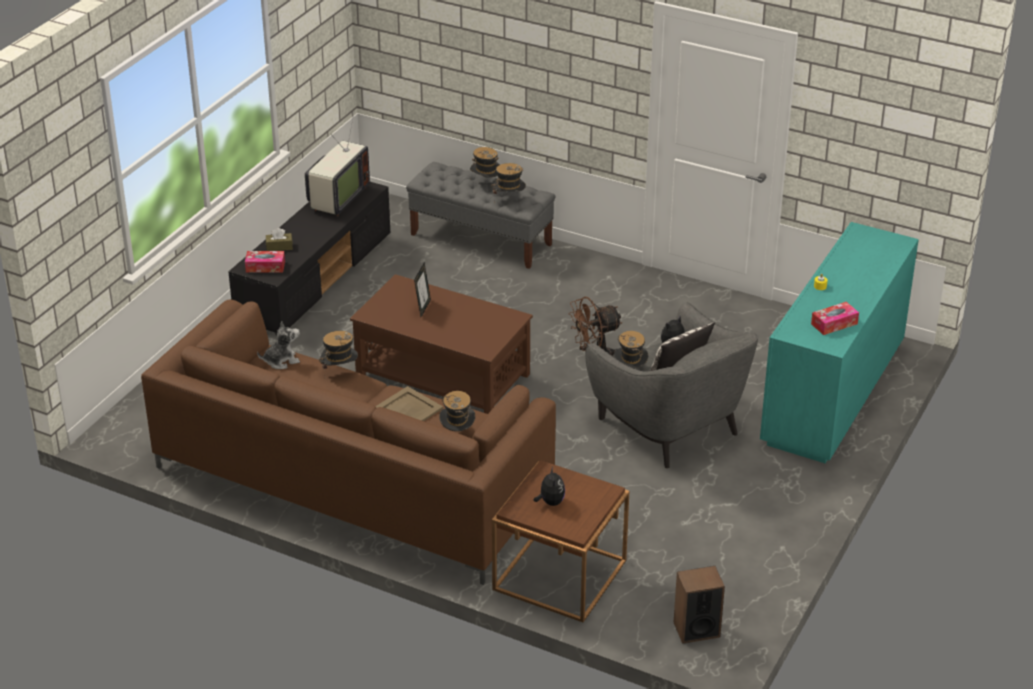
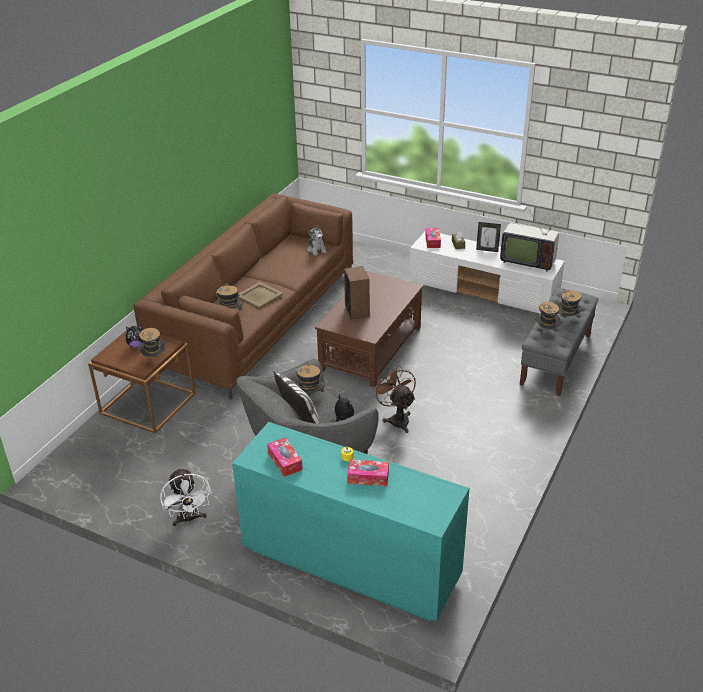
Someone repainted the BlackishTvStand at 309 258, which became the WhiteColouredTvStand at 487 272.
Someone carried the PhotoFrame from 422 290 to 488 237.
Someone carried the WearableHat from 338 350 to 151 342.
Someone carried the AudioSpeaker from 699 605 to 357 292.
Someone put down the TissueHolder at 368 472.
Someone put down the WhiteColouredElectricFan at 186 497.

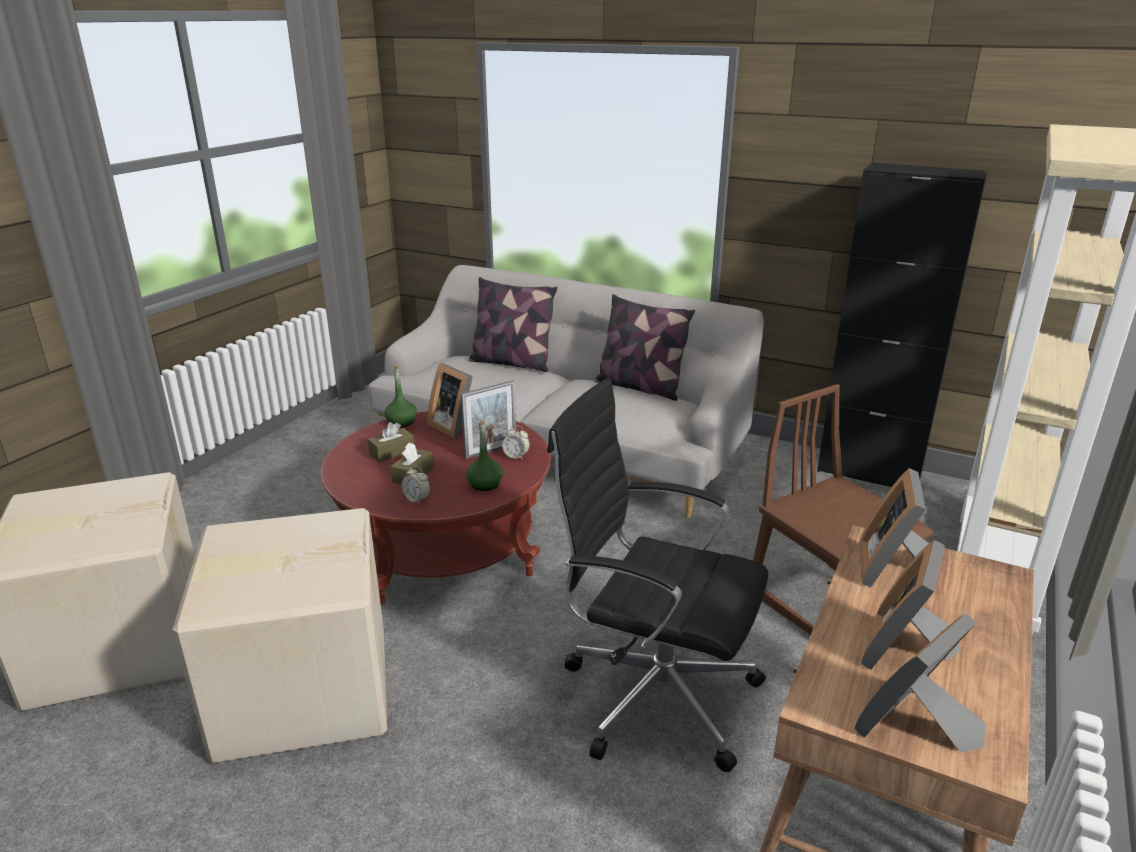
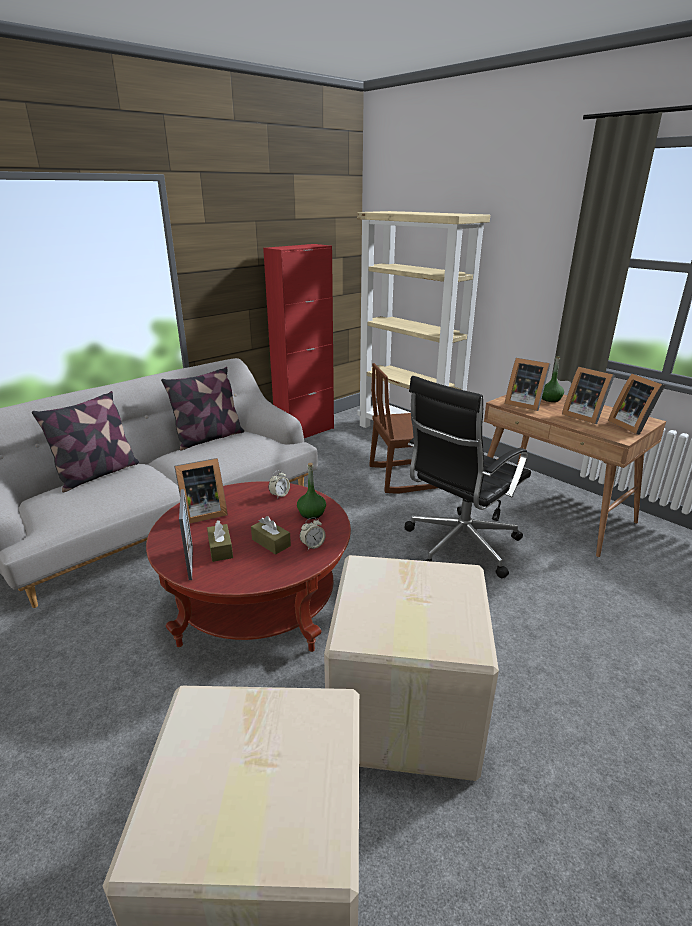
Someone repainted the BlackishStorageCabinet at 902 325, which became the ReddishStorageCabinet at 298 341.
Someone carried the GreenishDrinkBottle from 400 396 to 553 379.
Someone carried the PhotoFrame from 488 419 to 186 534.

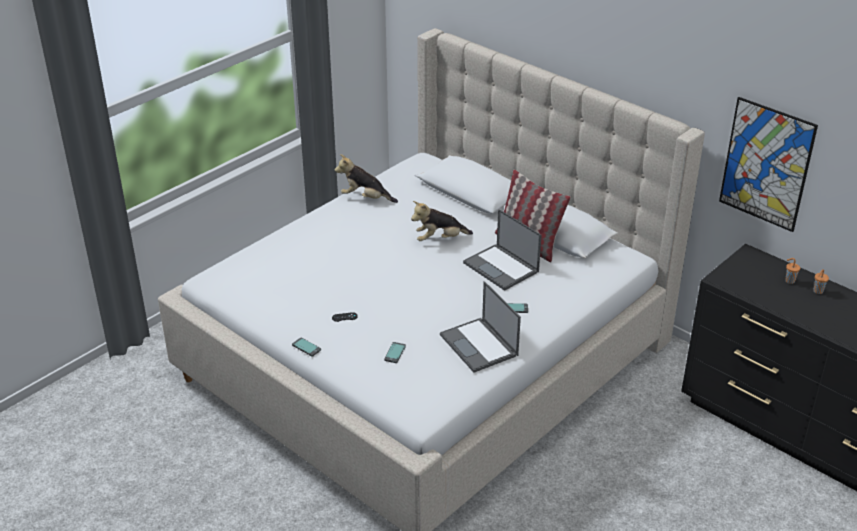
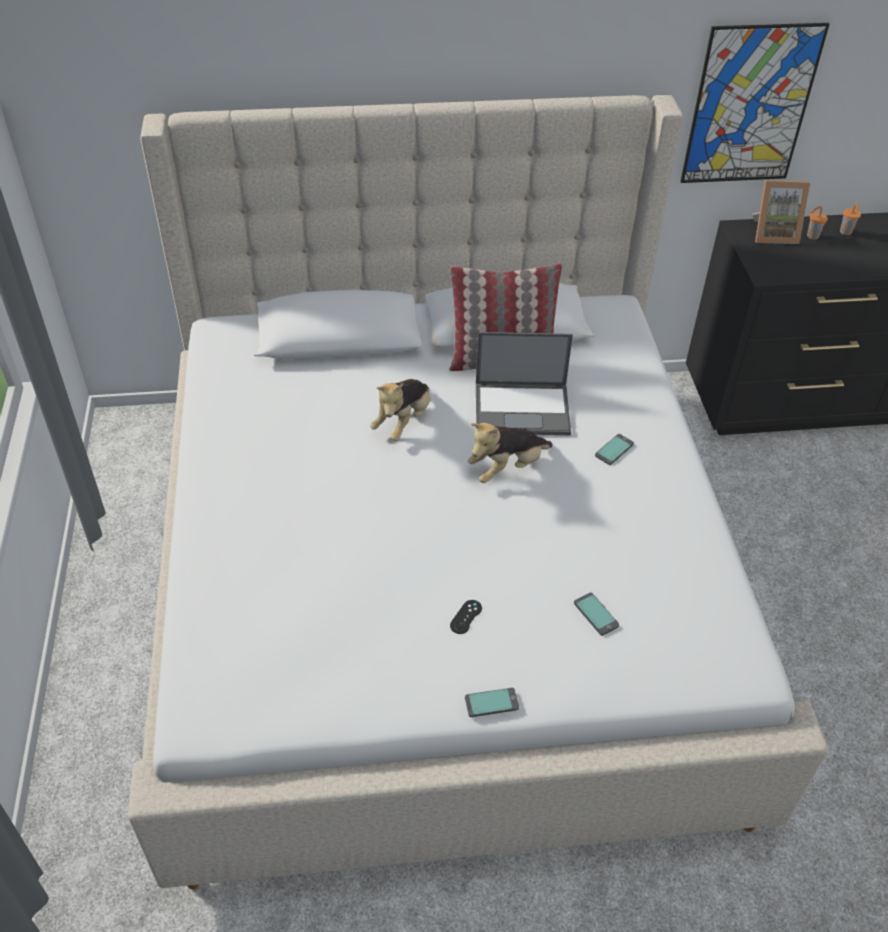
Someone carried the SoftToy from 366 178 to 510 453.
Someone took away the NotebookComputer at 480 327.
Someone put down the PhotoFrame at 781 212.

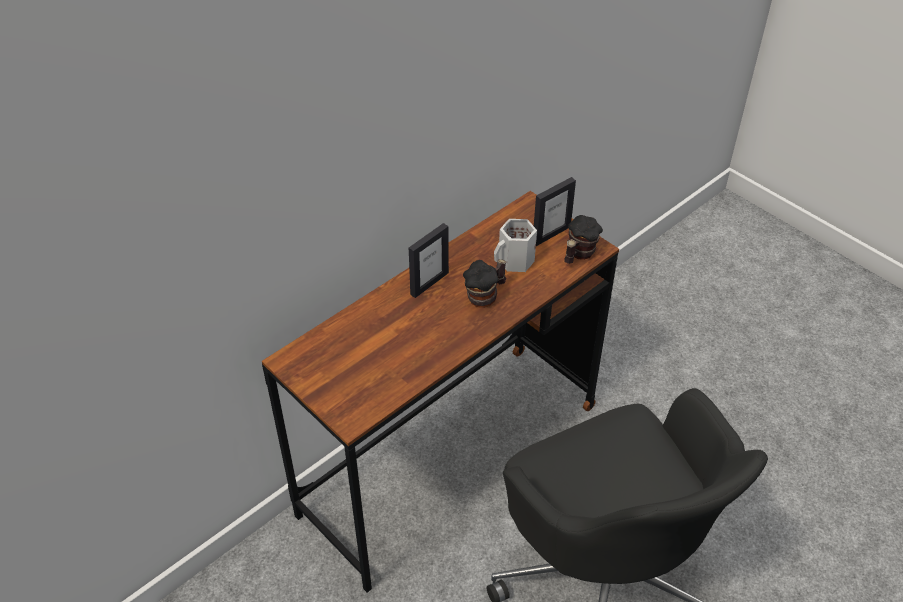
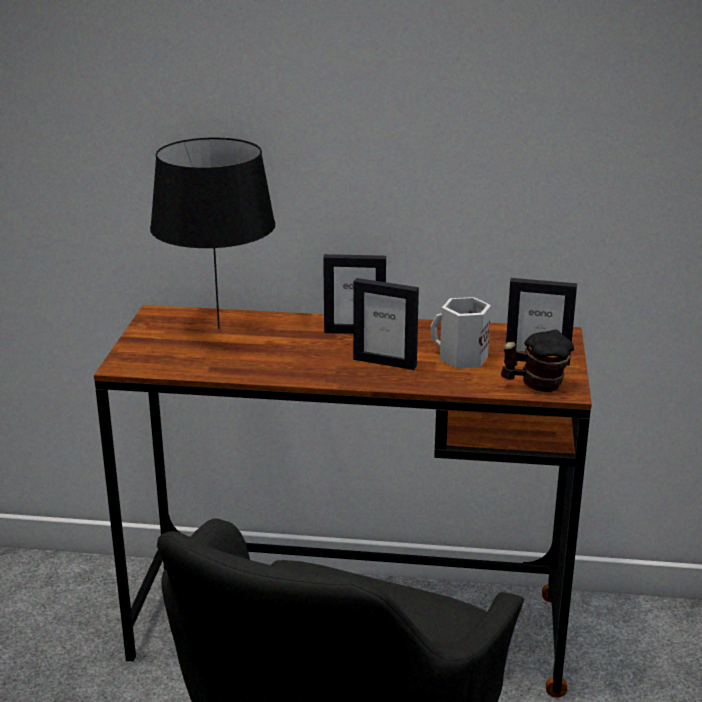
Someone swapped the Mug at 484 283 for the PhotoFrame at 386 324.
Someone put down the BlackishLampForATable at 213 233.

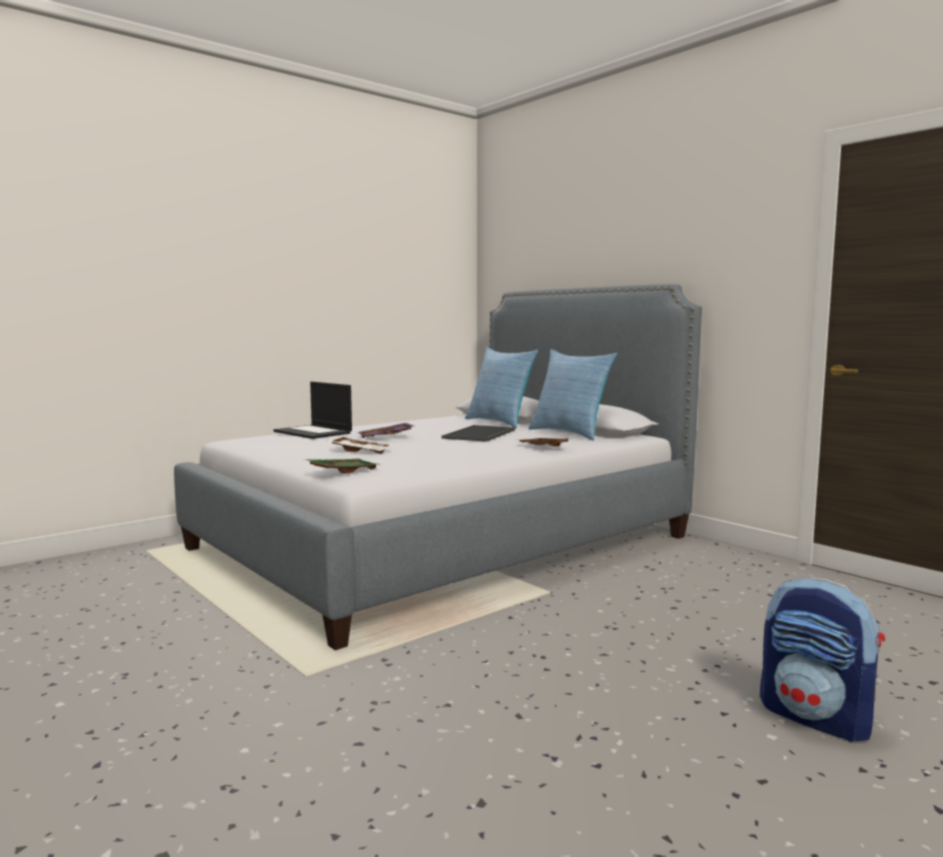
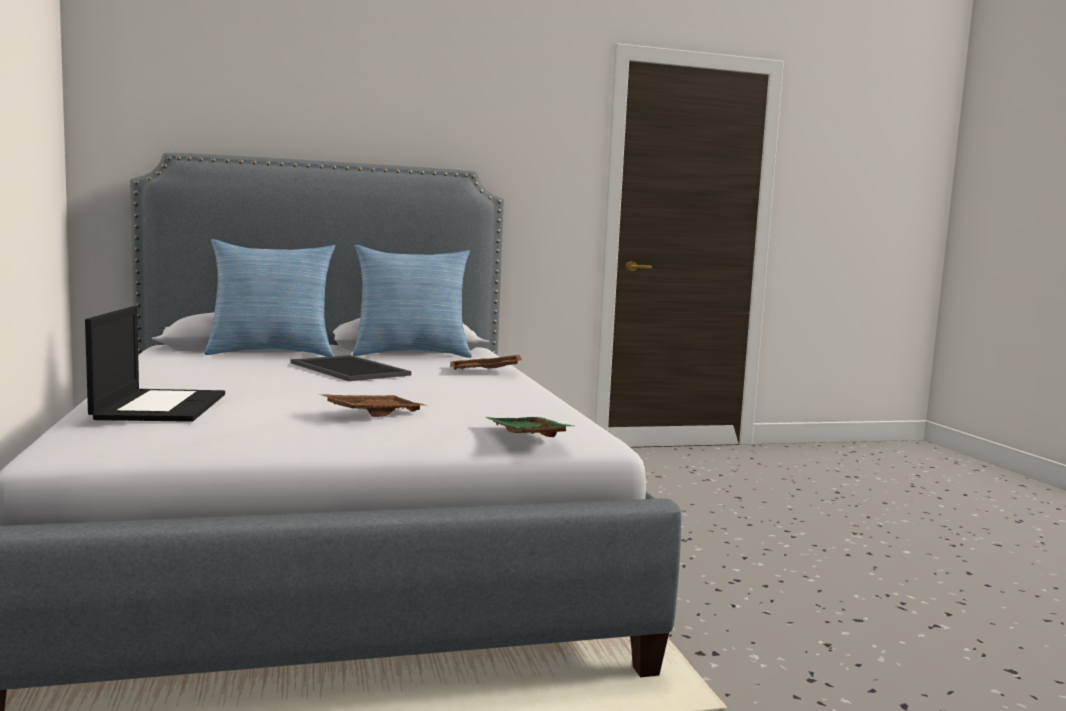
Someone rotated the NotebookComputer at 313 410 by 75 degrees counterclockwise.
Someone took away the PurpleCarryingTray at 385 430.
Someone repainted the WhiteColouredCarryingTray at 360 444, which became the BrownColouredCarryingTray at 373 405.
Someone took away the Rucksack at 822 660.

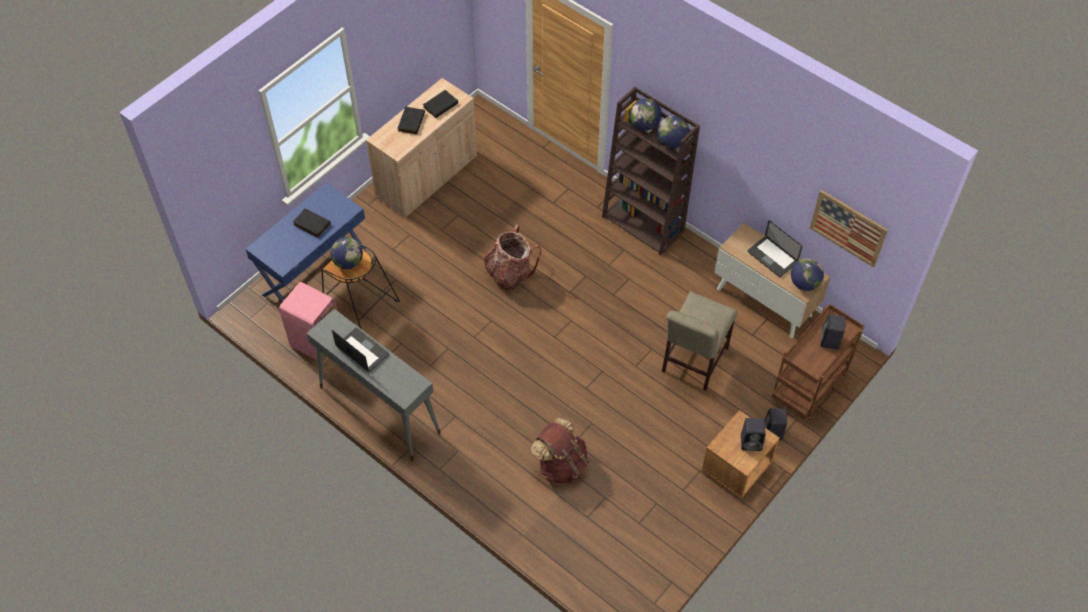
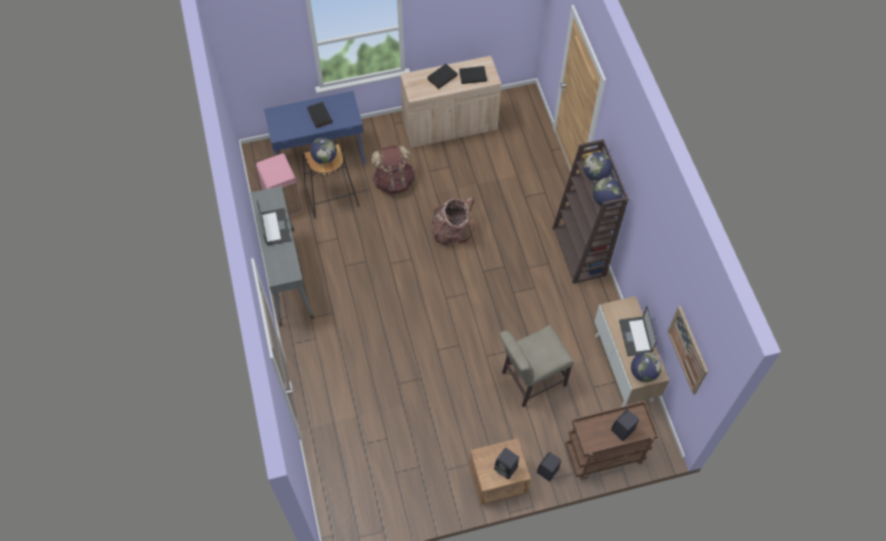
Someone carried the BrownColouredRucksack from 560 451 to 393 170.

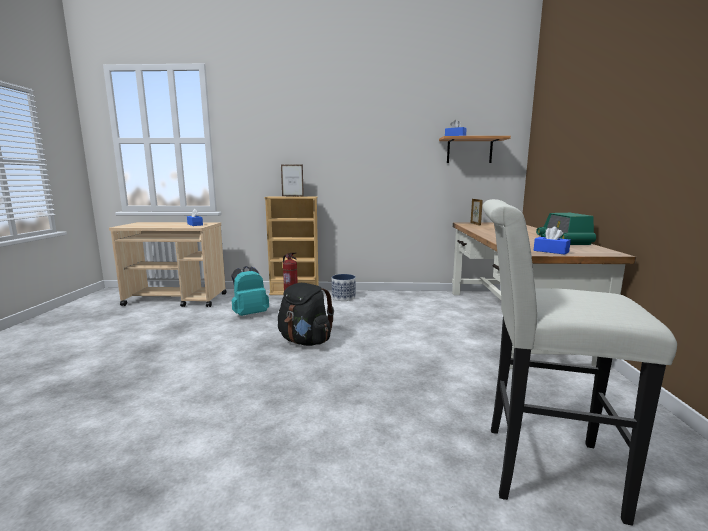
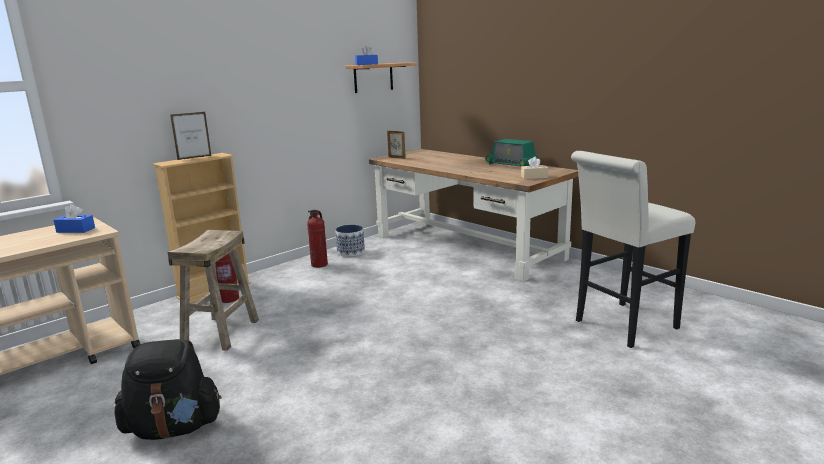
Someone repainted the BluishTissueHolder at 552 240, which became the SandColouredTissueHolder at 534 168.
Someone swapped the TurquoiseRucksack at 250 291 for the SandColouredStool at 213 290.
Someone carried the Planter from 344 287 to 350 241.
Someone carried the BlackishRucksack from 306 314 to 168 389.
Someone put down the FireFightingCylinder at 317 239.

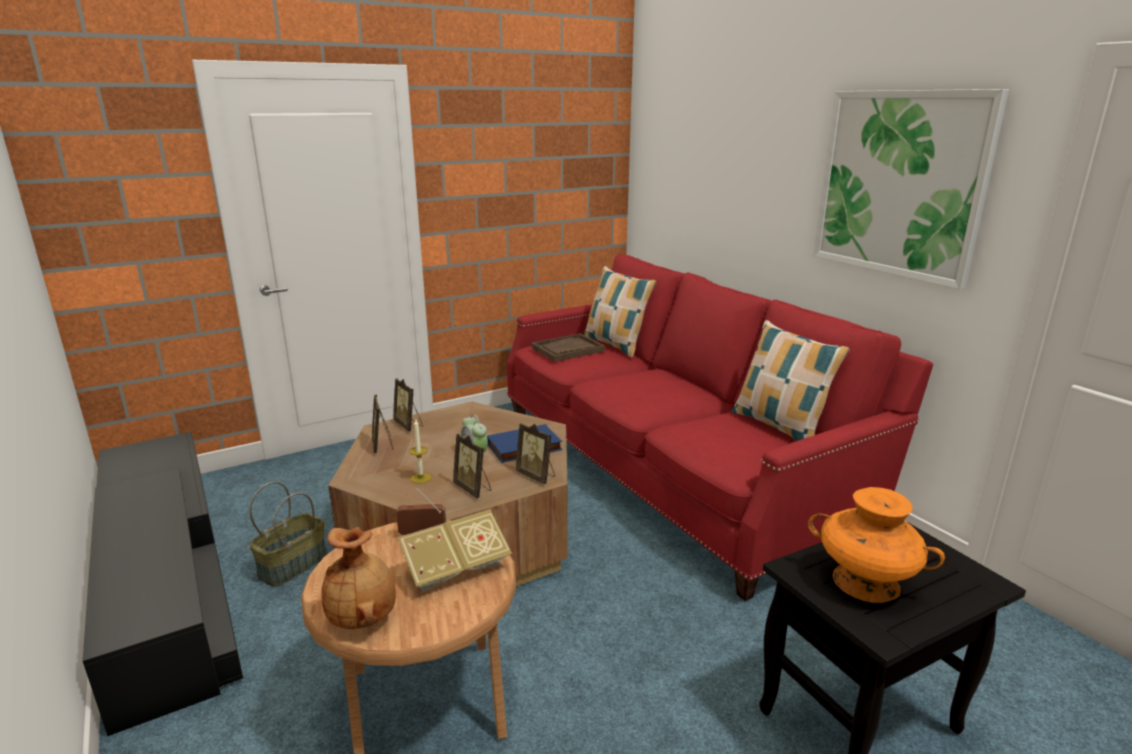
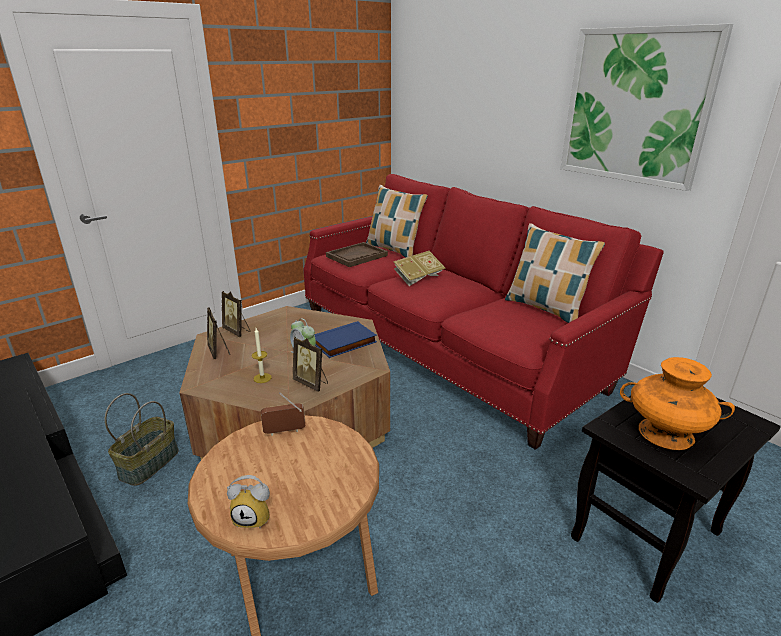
Someone took away the PhotoFrame at 535 453.
Someone carried the Book from 455 551 to 419 268.
Someone swapped the BrownColouredVase at 359 578 for the AlarmClock at 248 502.

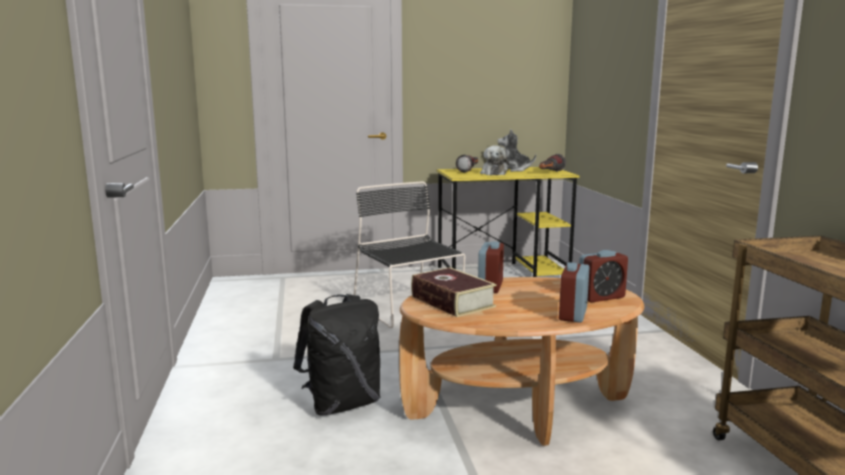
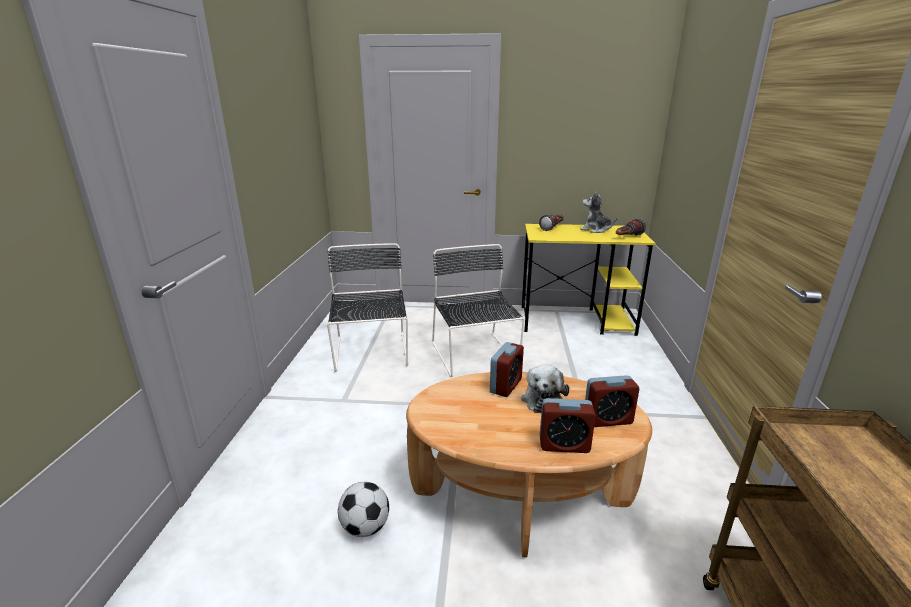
Someone carried the SoftToy from 494 160 to 545 389.
Someone rotated the AlarmClock at 574 292 by 120 degrees counterclockwise.
Someone took away the Book at 454 292.
Someone took away the BlackishRucksack at 336 354.
Someone put down the BlackishUprightChair at 367 307.
Someone put down the BallForFootball at 363 509.

